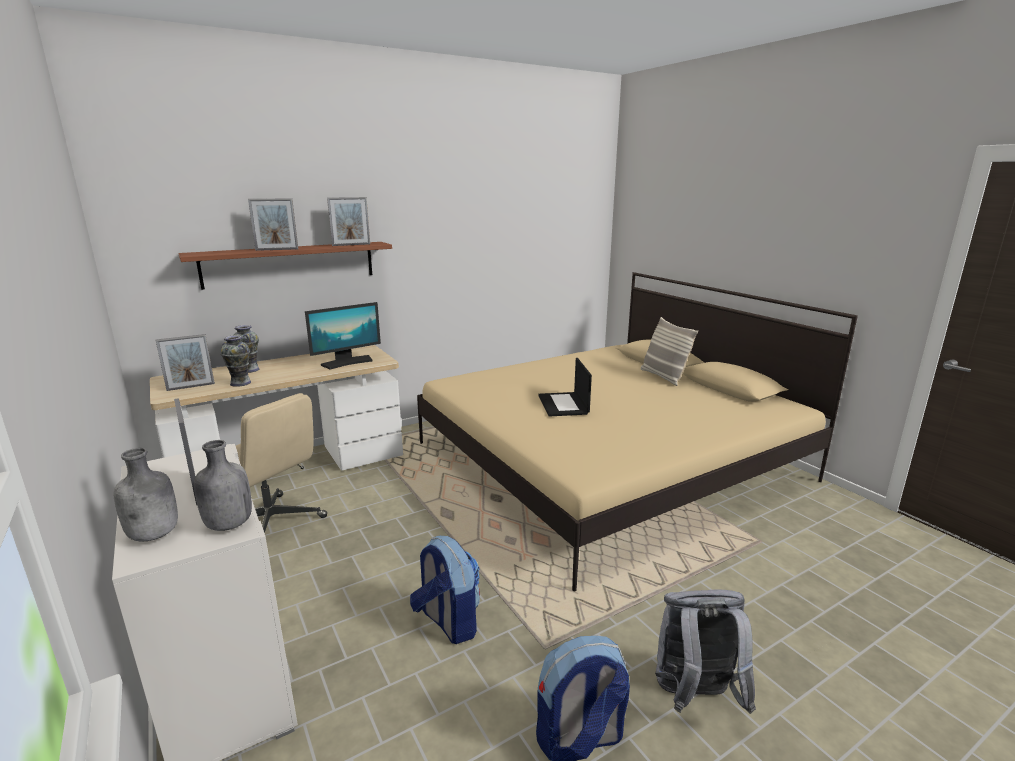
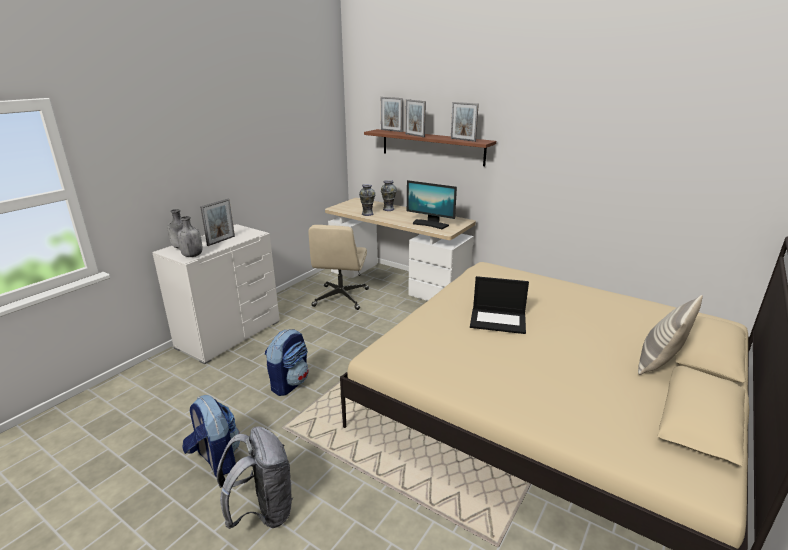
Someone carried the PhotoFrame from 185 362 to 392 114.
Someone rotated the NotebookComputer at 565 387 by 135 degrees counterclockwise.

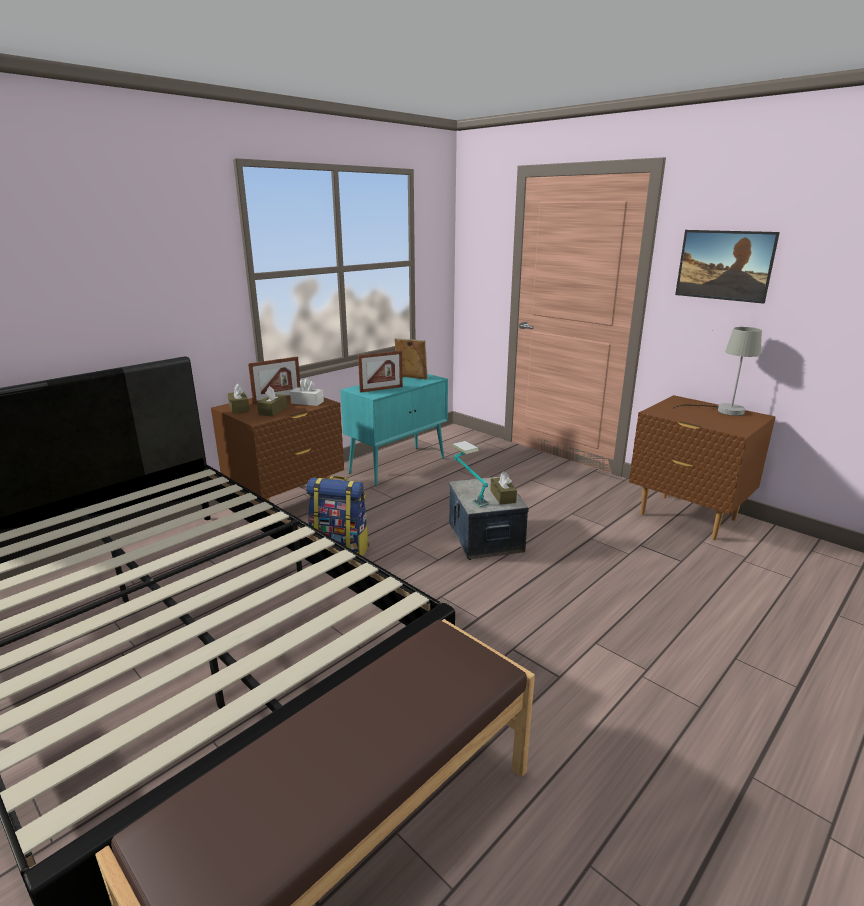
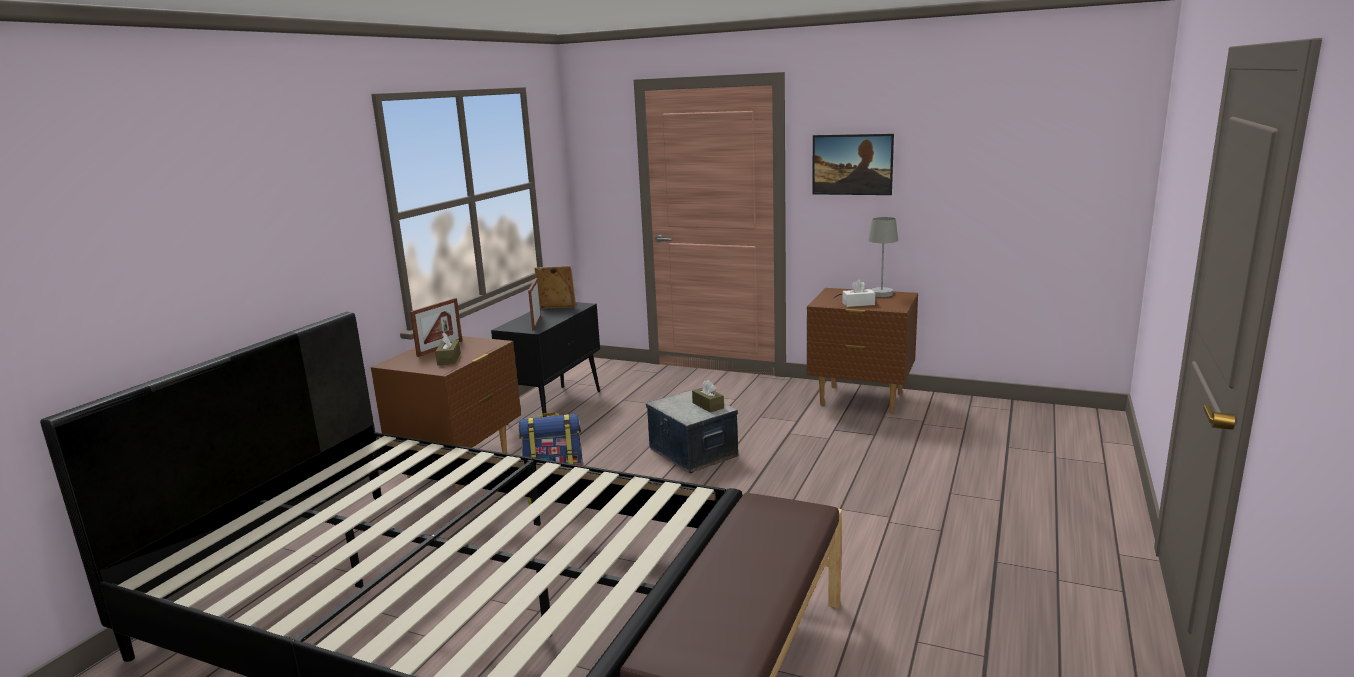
Someone rotated the PhotoFrame at 380 372 by 135 degrees clockwise.
Someone repainted the TurquoiseStorageCabinet at 394 430, which became the BlackishStorageCabinet at 545 363.
Someone carried the WhiteColouredTissueHolder from 307 392 to 858 293.
Someone took away the BrownColouredTissueHolder at 239 399.
Someone took away the LampForATable at 470 474.

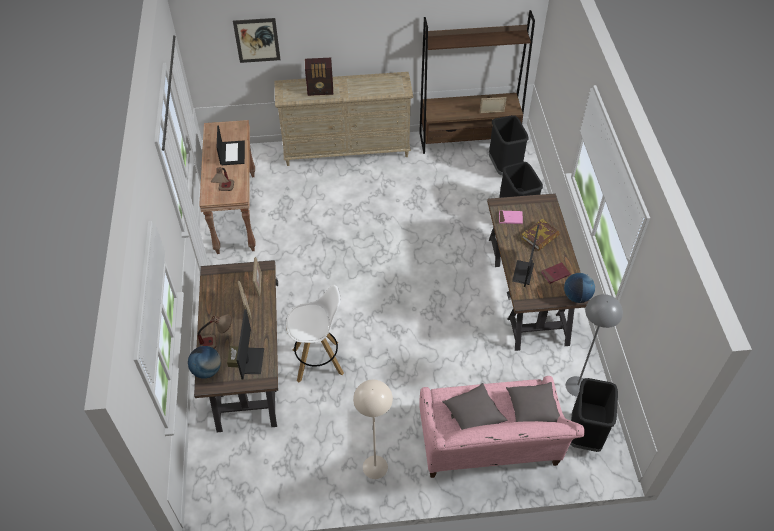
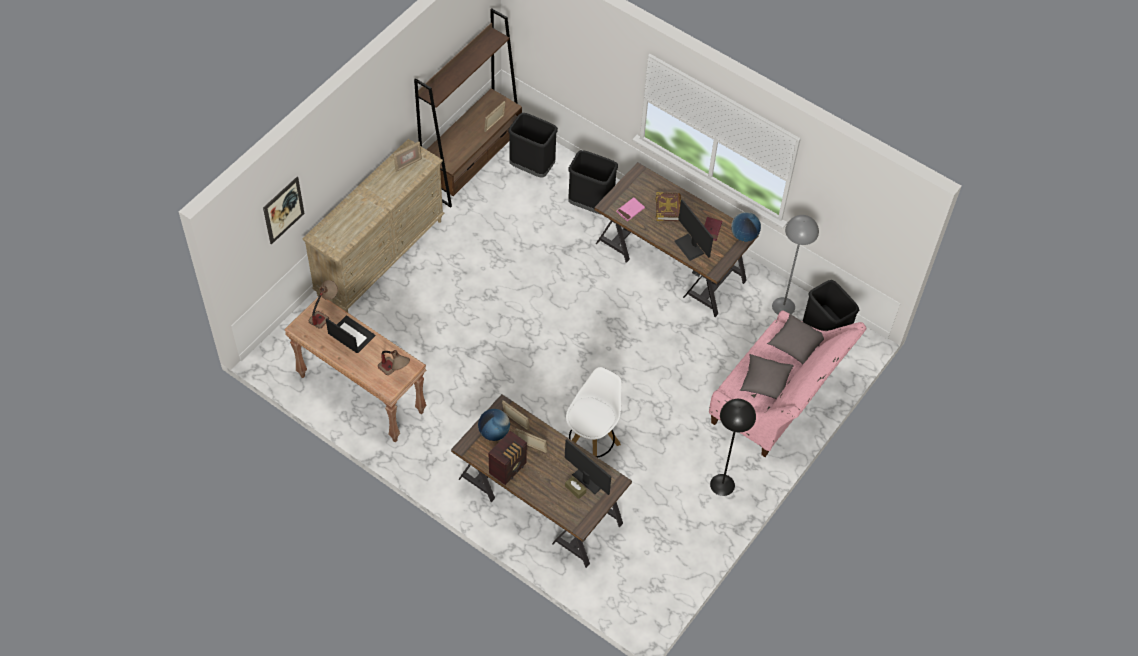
Someone carried the RadioReceiver from 319 77 to 508 458.
Someone carried the LampForATable from 214 331 to 323 304.
Someone carried the WorldGlobe from 204 362 to 494 425.
Someone repainted the SandColouredStandingLamp at 373 429, which became the BlackishStandingLamp at 733 447.
Someone put down the PhotoFrame at 407 156.

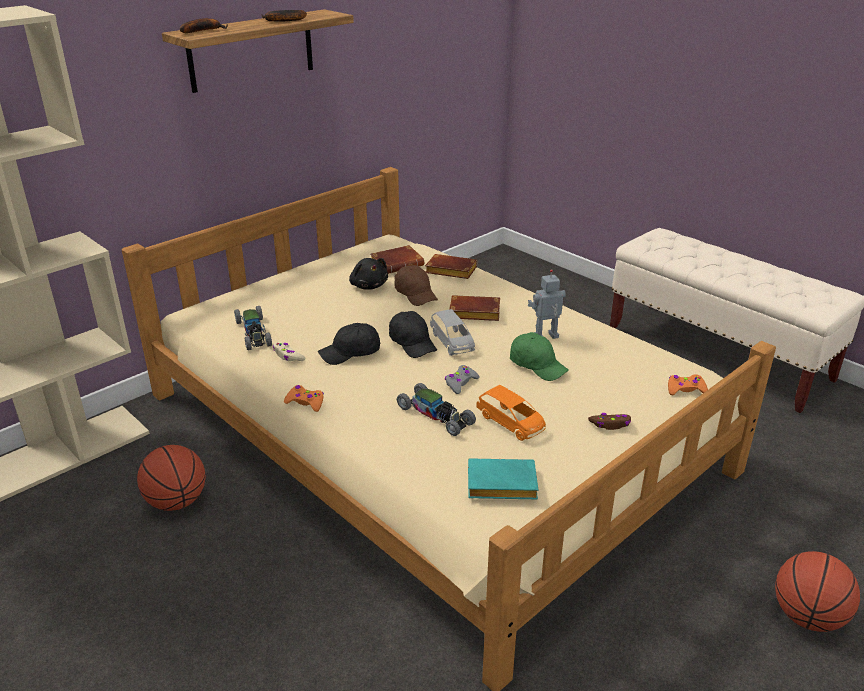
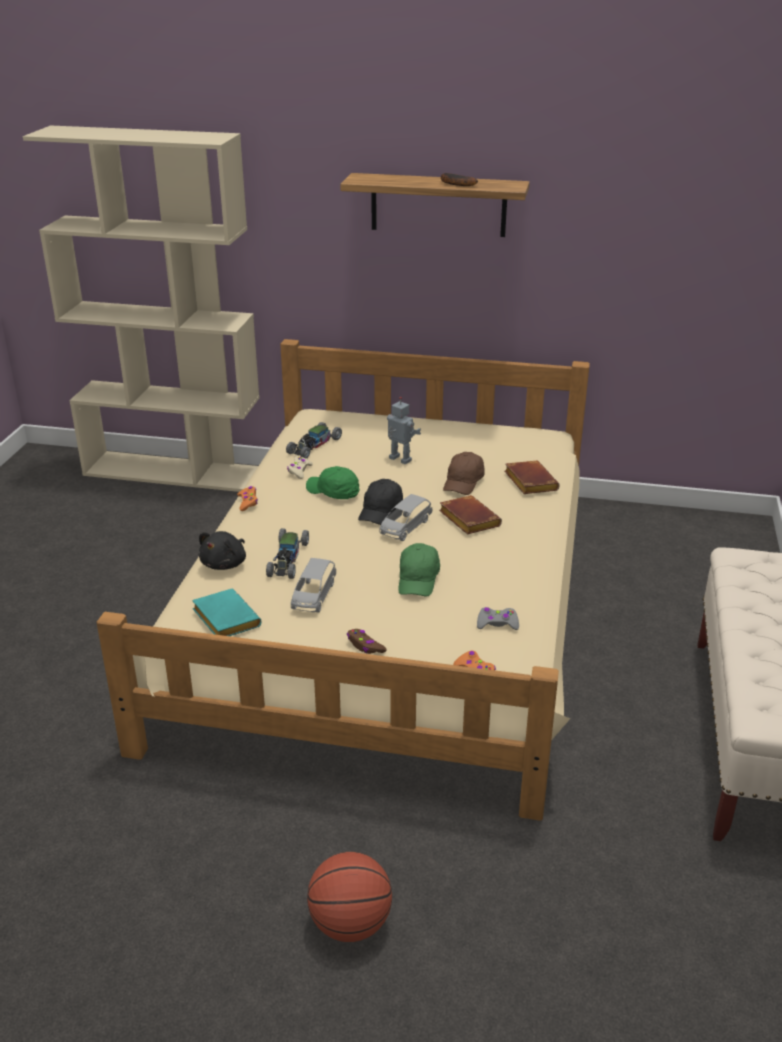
Someone took away the Banana at 204 25.
Someone took away the BrownColouredBook at 397 259.
Someone carried the BlackishSoftToy from 368 274 to 222 550.
Someone carried the ToyRobot from 547 304 to 404 431.
Someone repainted the BlackishBaseballCap at 349 344, which became the GreenishBaseballCap at 332 482.
Someone carried the GreyJoypad from 462 379 to 498 618.
Someone repainted the OrangeModelCar at 511 413, which became the GreyModelCar at 313 585.
Someone took away the BallForBasketball at 171 478.

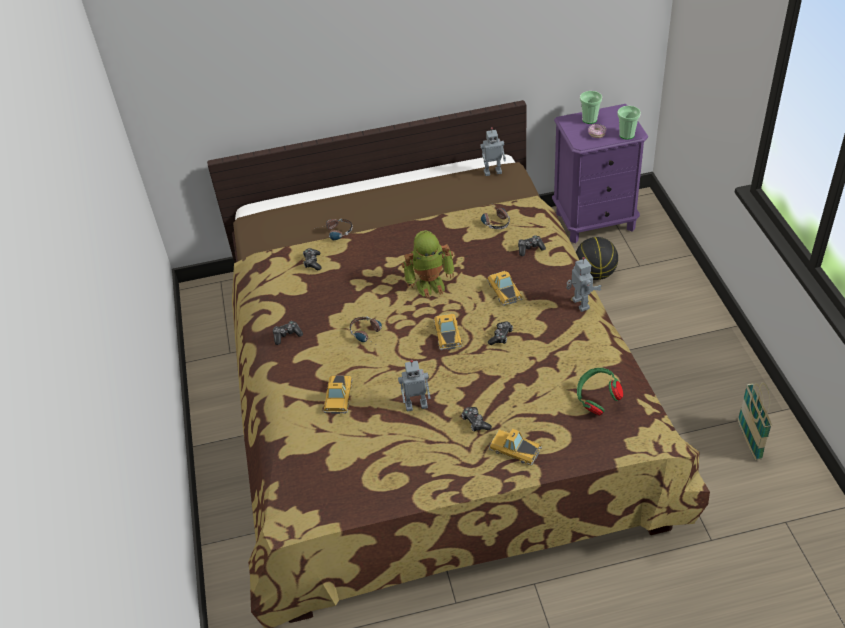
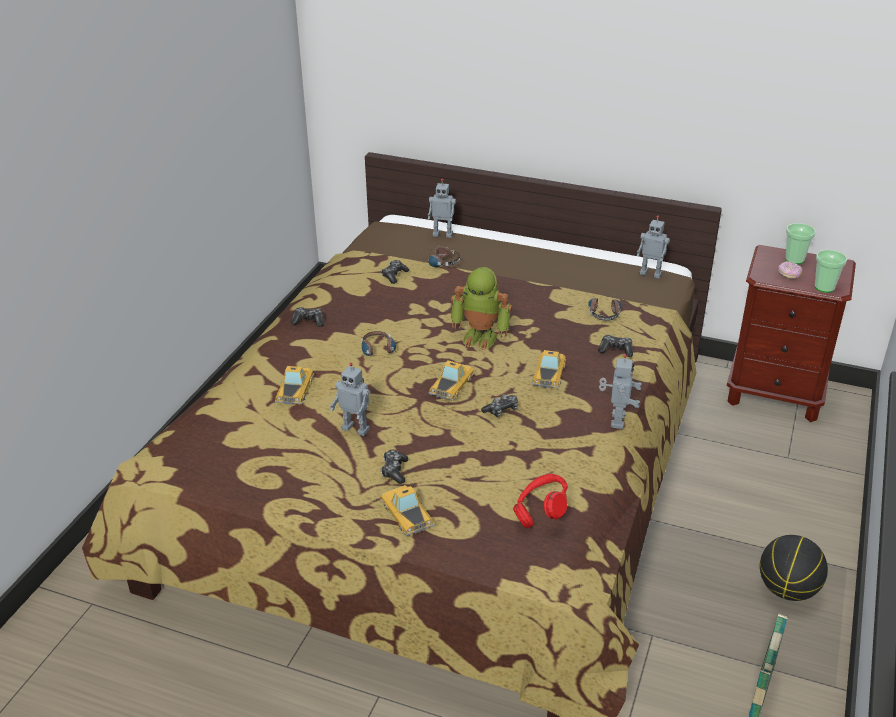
Someone repainted the PurpleNightstand at 600 173, which became the BrownColouredNightstand at 791 333.
Someone carried the BallForBasketball from 597 258 to 794 568.
Someone repainted the GreenishHeadset at 600 392, which became the ReddishHeadset at 540 501.
Someone rotated the ModelCar at 338 394 by 150 degrees clockwise.
Someone put down the ToyRobot at 442 208.

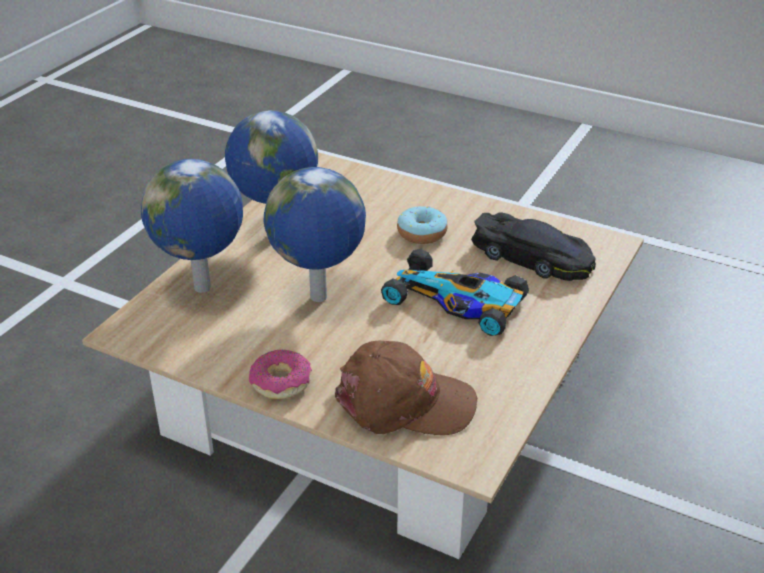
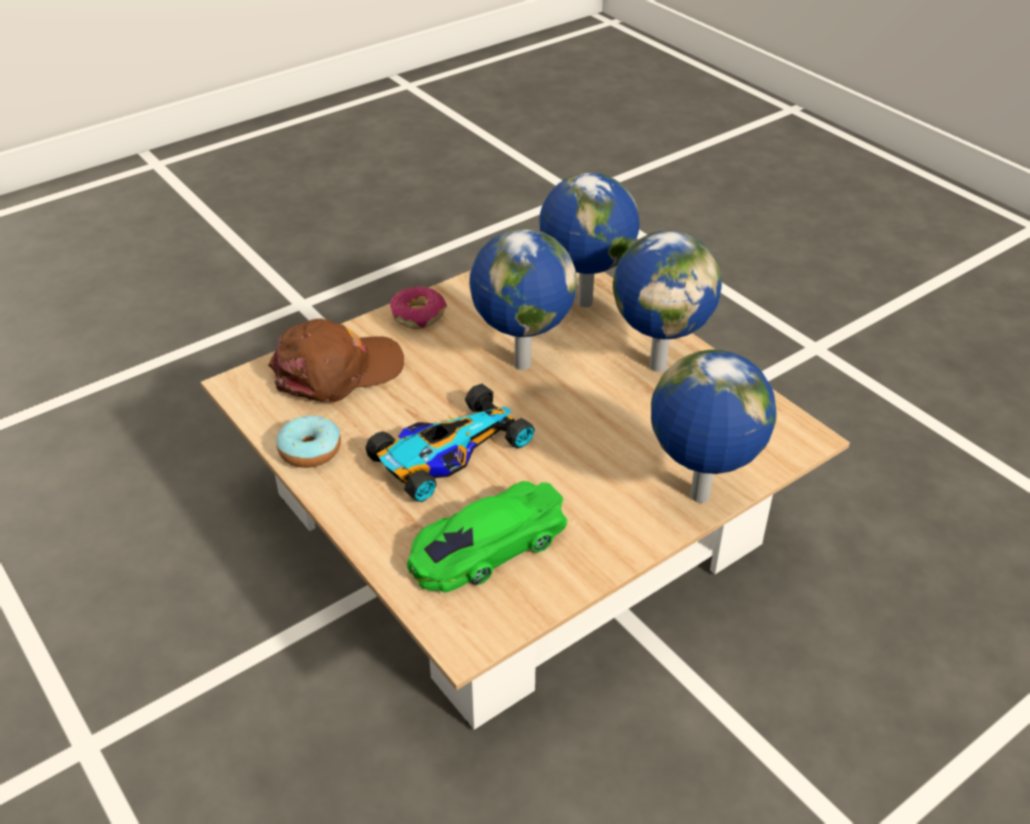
Someone carried the RingDoughnut from 422 225 to 308 441.
Someone repainted the BlackishModelCar at 533 246, which became the GreenishModelCar at 487 537.
Someone rotated the BrownColouredBaseballCap at 406 388 by 150 degrees counterclockwise.
Someone put down the WorldGlobe at 714 426.

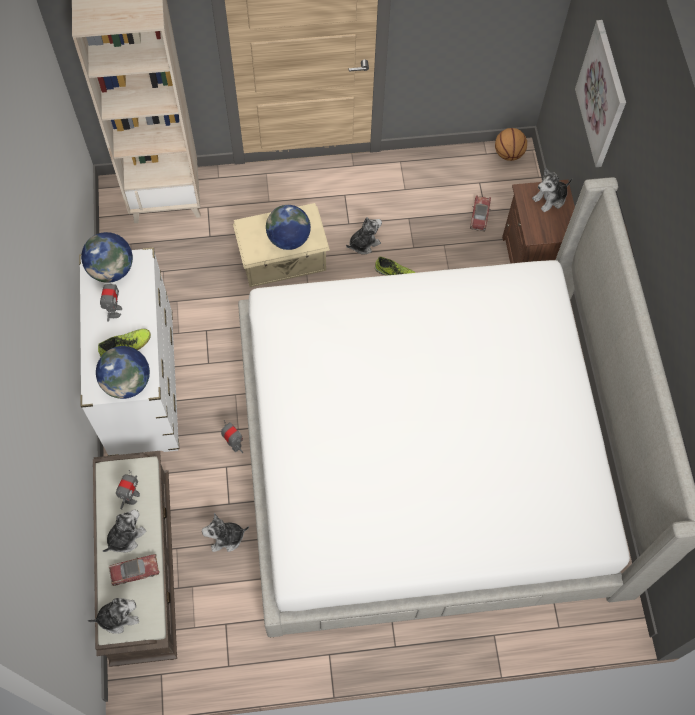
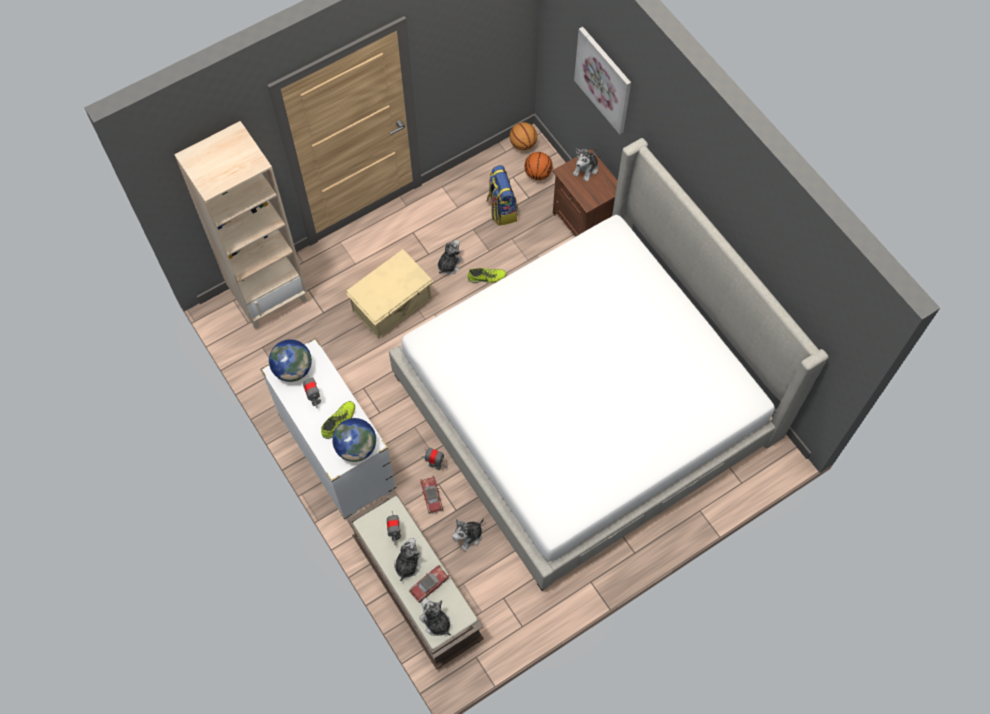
Someone carried the ModelCar from 480 213 to 431 495.
Someone took away the WorldGlobe at 288 227.
Someone rotated the SoftToy at 113 616 by 90 degrees counterclockwise.
Someone put down the BallForBasketball at 538 166.
Someone put down the Rucksack at 502 195.

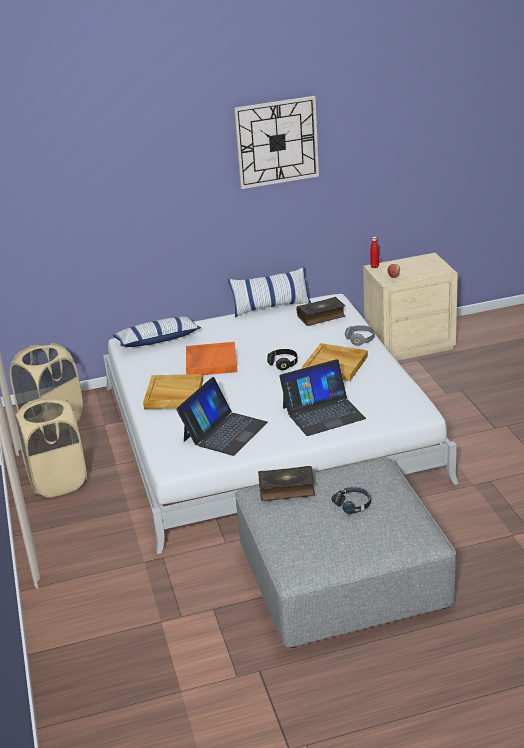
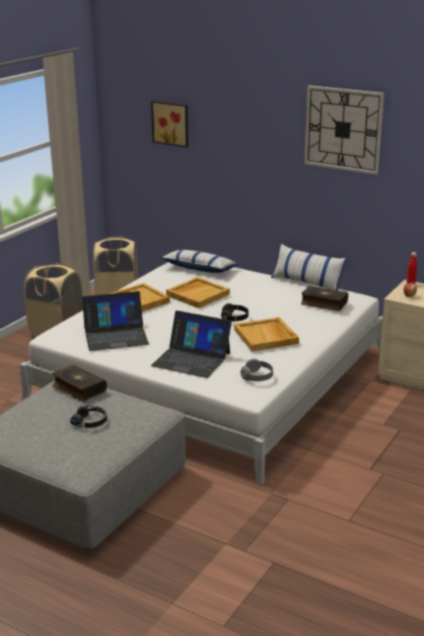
Someone carried the GreyHeadset from 359 335 to 257 370.
Someone repainted the OrangeCarryingTray at 211 358, which became the SandColouredCarryingTray at 198 292.
Someone put up the WallPicture at 169 124.

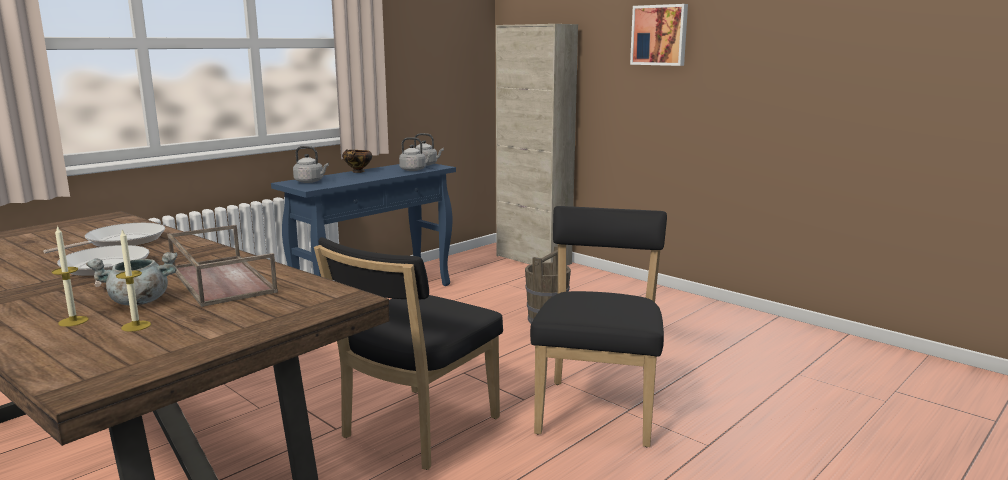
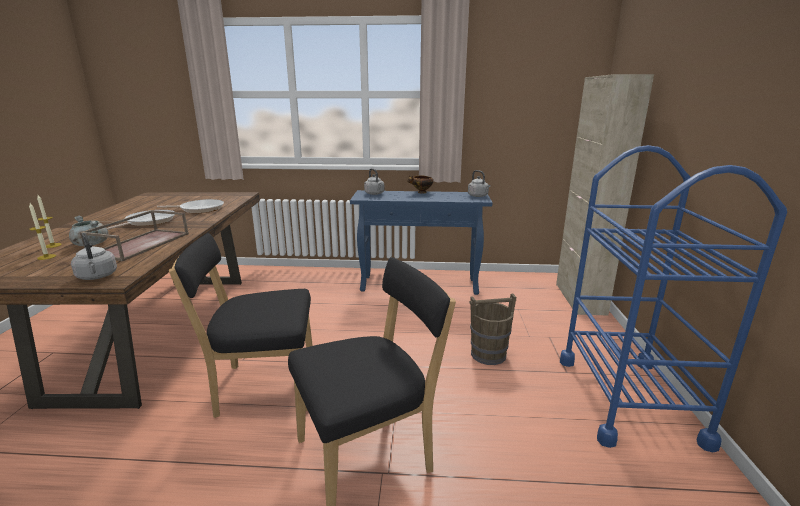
Someone took away the WallPicture at 659 35.
Someone carried the GreyKettle from 416 154 to 94 256.
Someone put down the BluishTrolley at 673 298.

